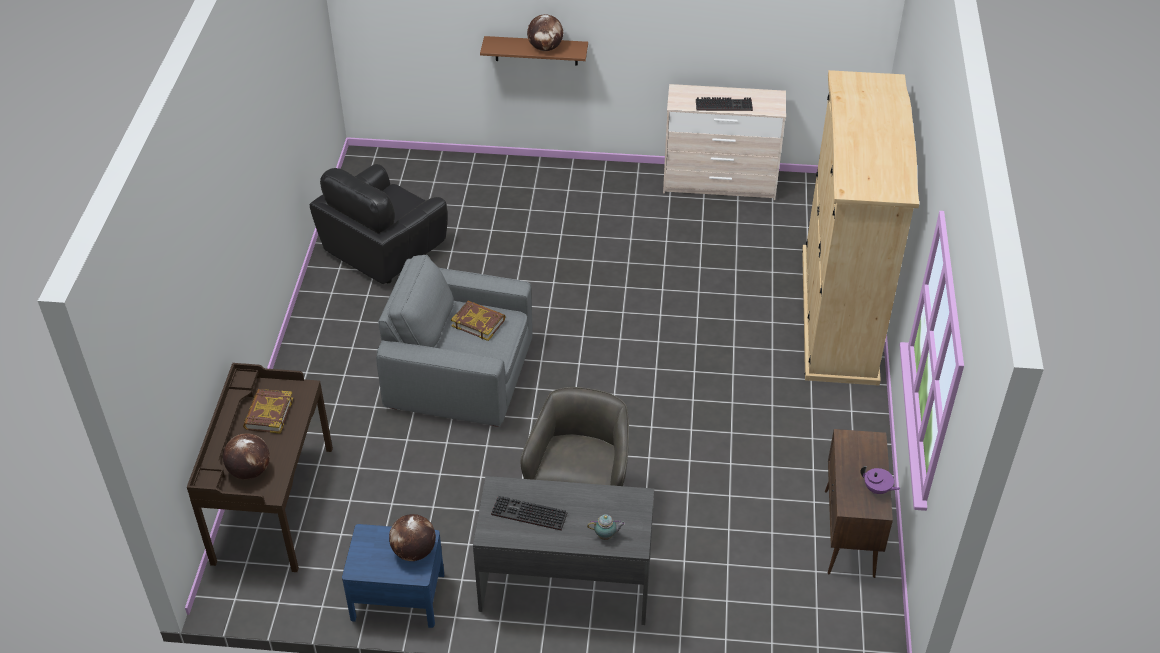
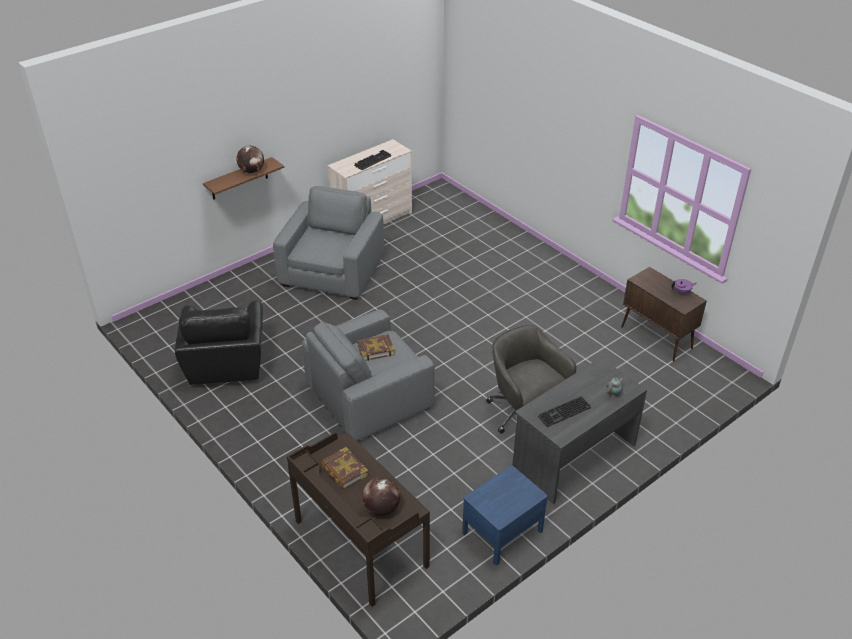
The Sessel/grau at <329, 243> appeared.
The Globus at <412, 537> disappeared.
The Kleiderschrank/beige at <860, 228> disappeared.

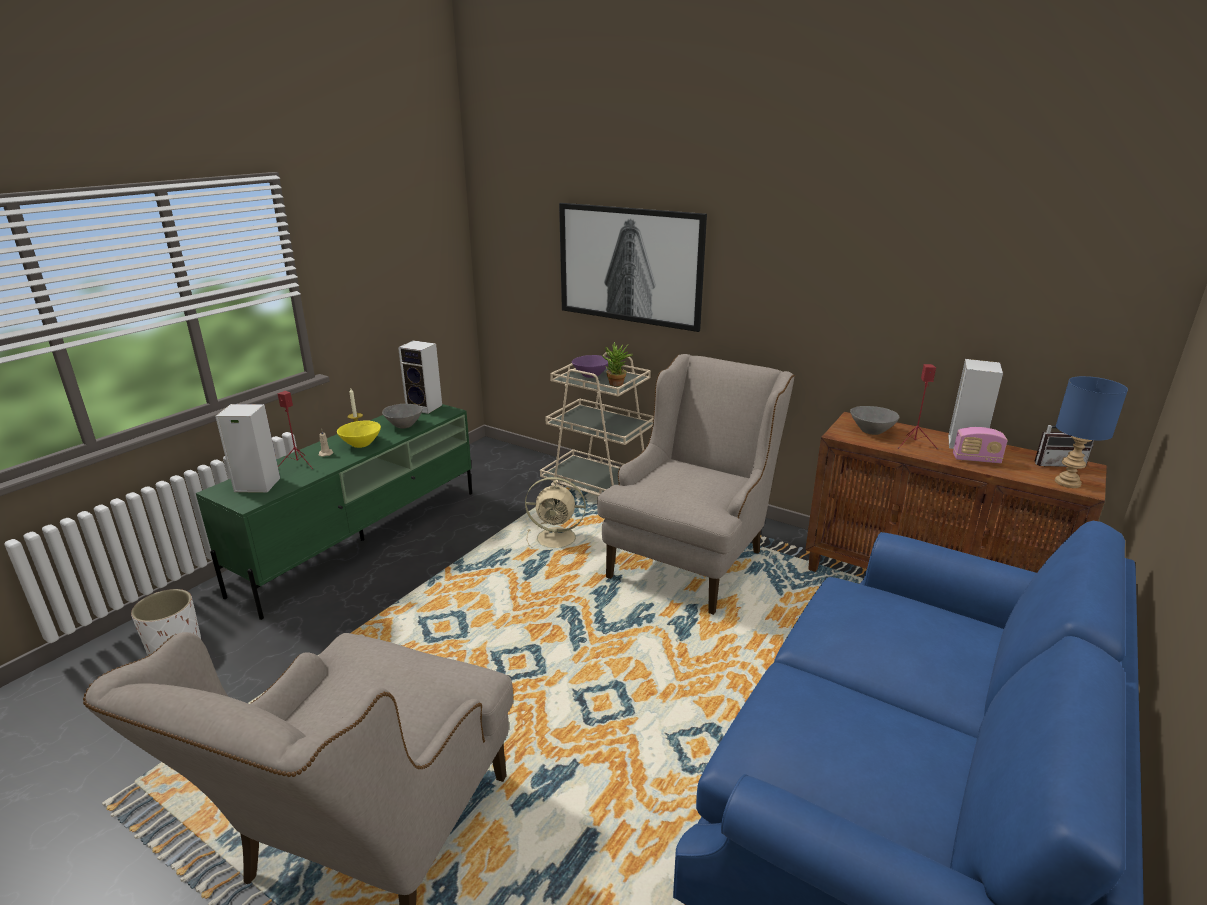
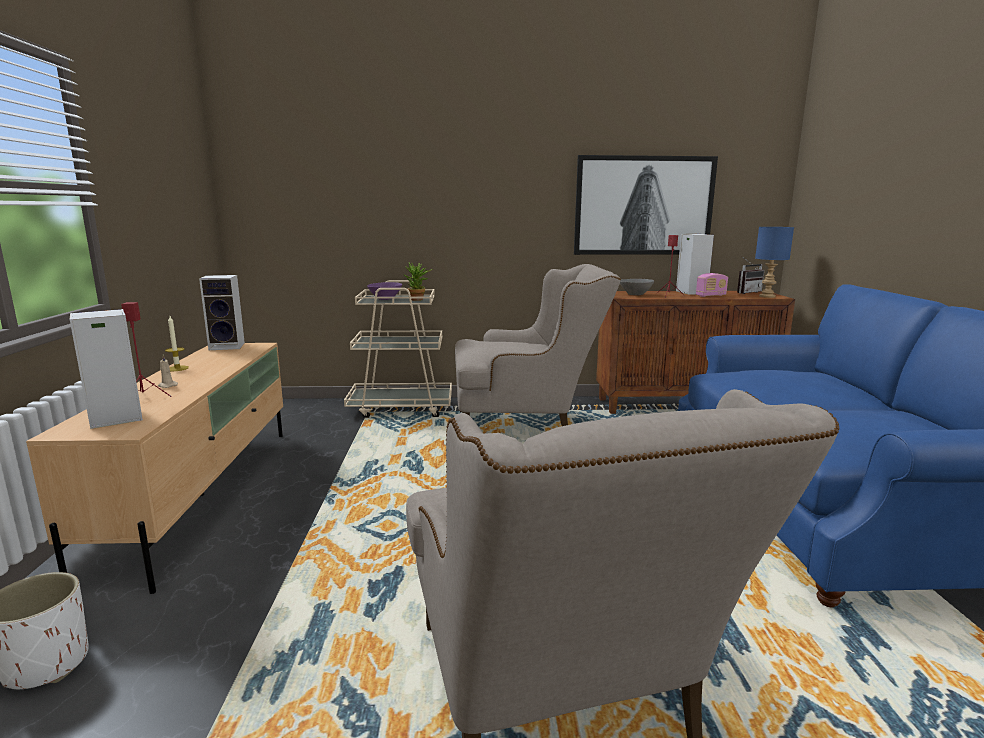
The Fernsehschrank/grün at <334, 512> became the Fernsehschrank/beige at <154, 468>.
The Sessel/beige at <696, 484> turned 90 degrees clockwise.
The Bild moved from <633, 267> to <646, 205>.
The Schüssel/gelb at <359, 434> disappeared.
The Schüssel/grau at <402, 416> disappeared.
The Ventilator/beige at <555, 514> disappeared.

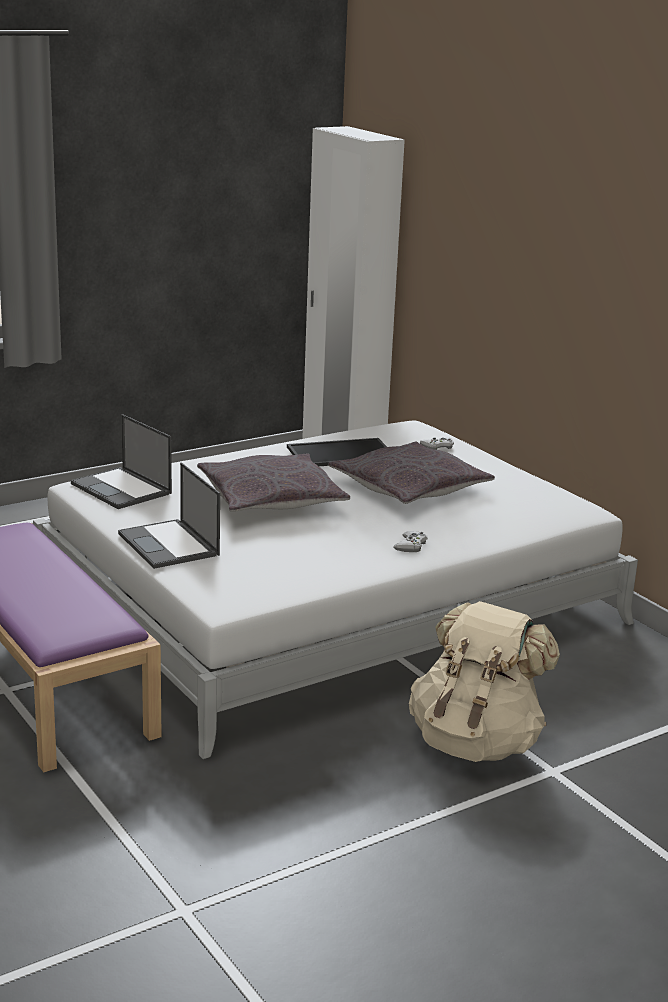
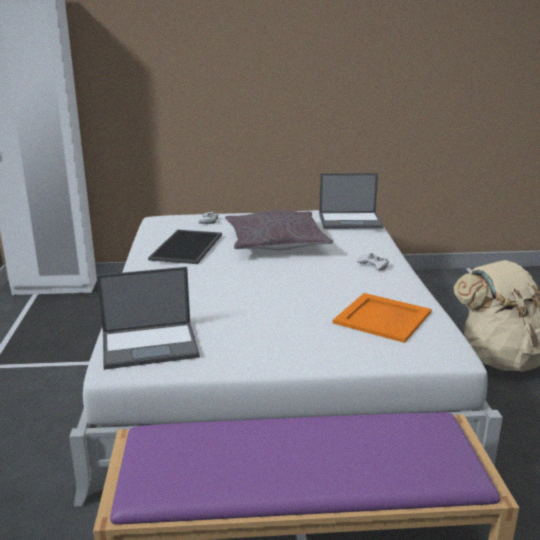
The Laptop moved from <169, 515> to <351, 201>.
The Tablett/orange at <382, 318> appeared.
The Kissen/grau at <273, 482> disappeared.

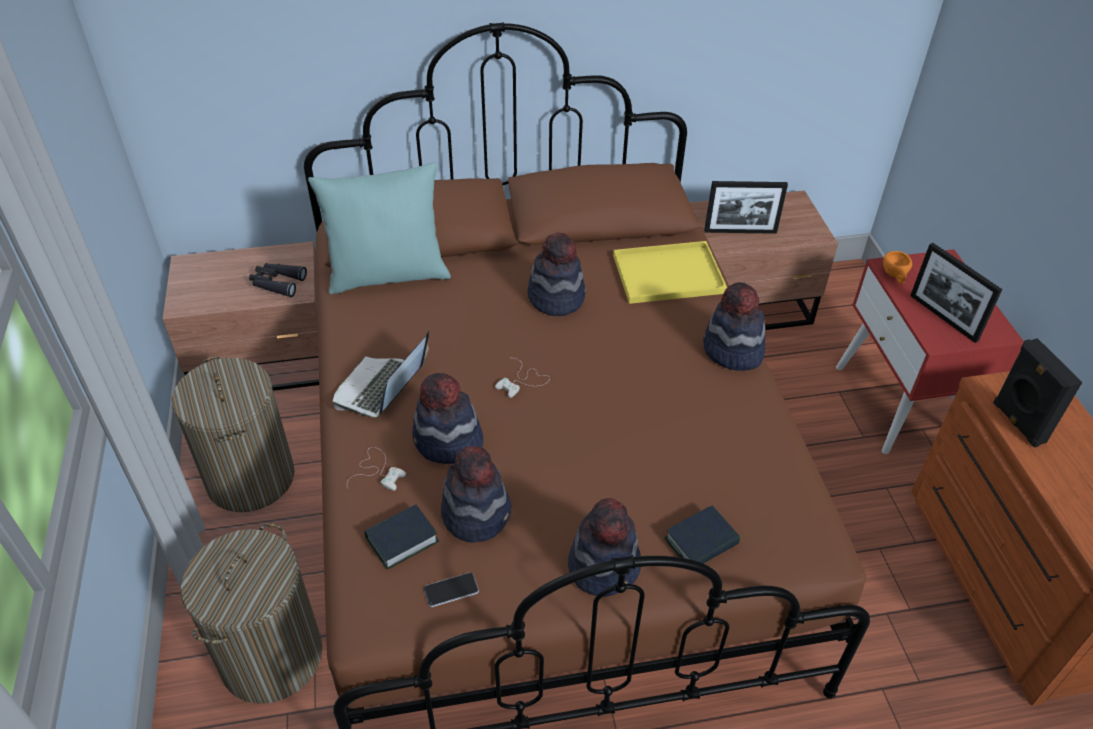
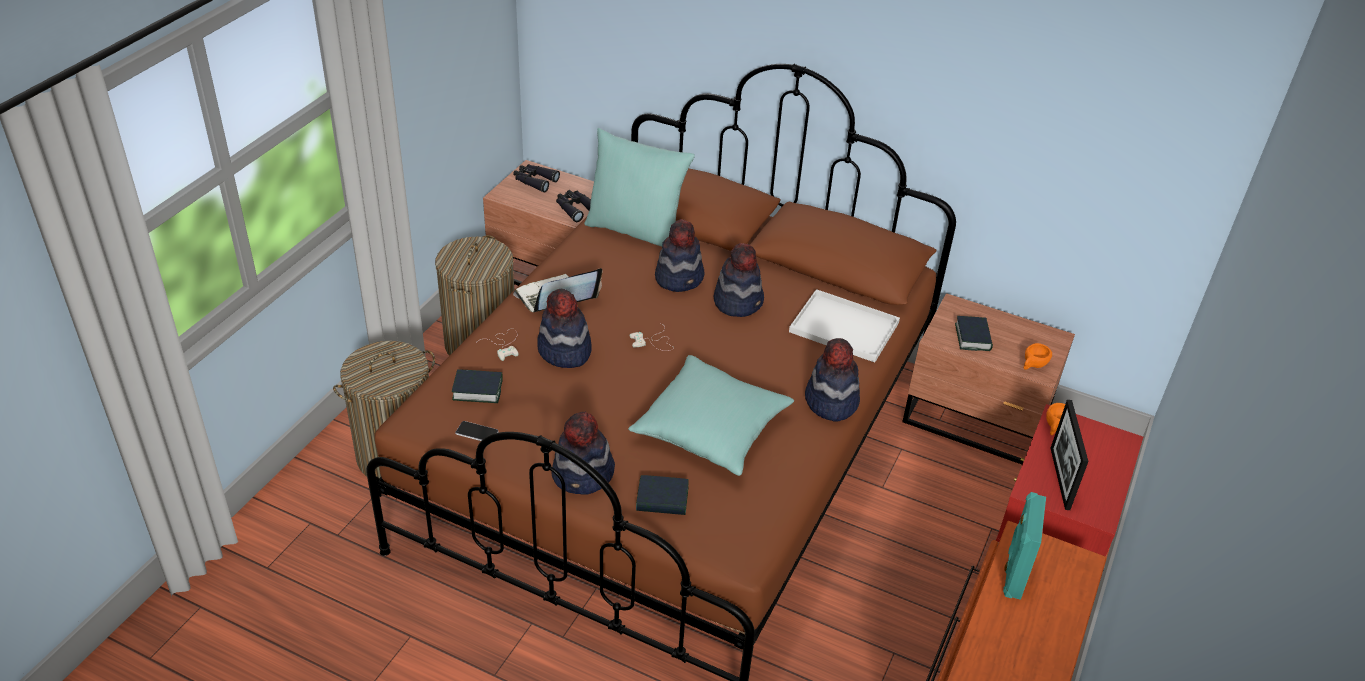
The Fernglas/schwarz at <536, 178> appeared.
The Kissen/türkis at <711, 415> appeared.
The Hut moved from <476, 494> to <680, 255>.
The Tablett/gelb at <670, 272> became the Tablett/weiß at <844, 326>.
The Bilderrahmen at <746, 207> was replaced by the Buch at <974, 333>.
The Lautsprecher/schwarz at <1037, 393> became the Lautsprecher/türkis at <1024, 546>.
The Tasse/orange at <1038, 356> appeared.

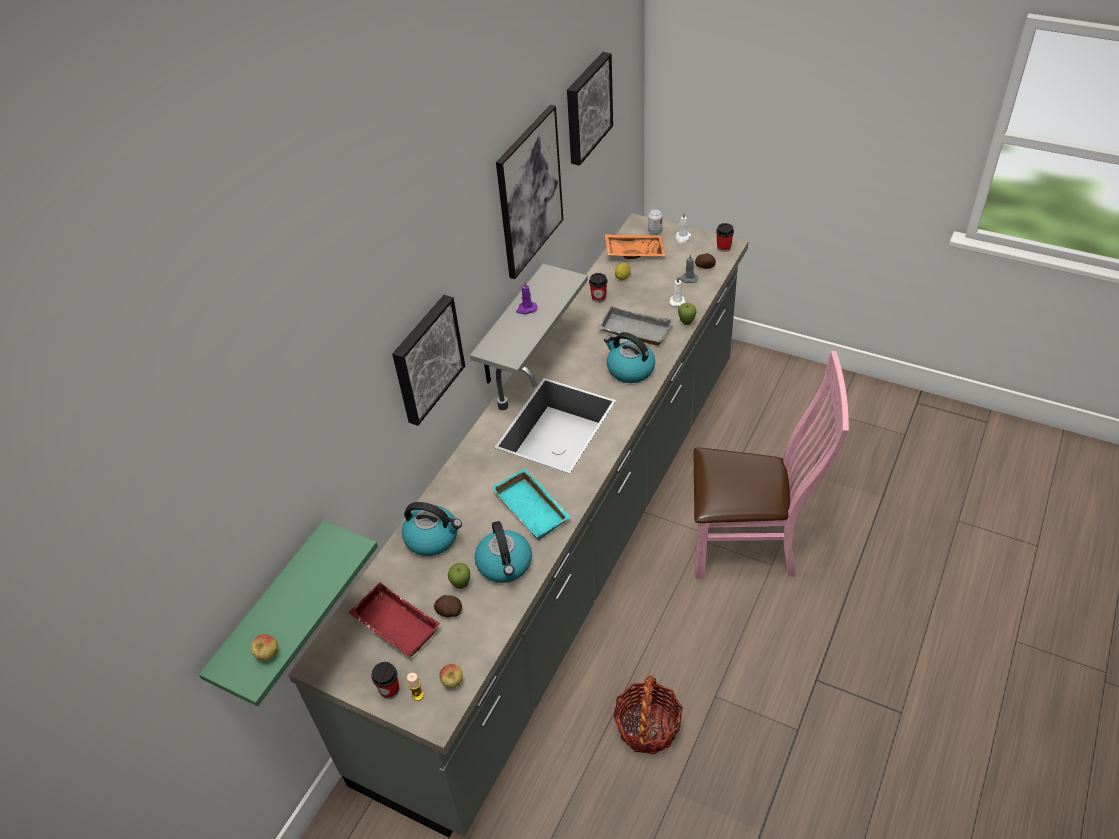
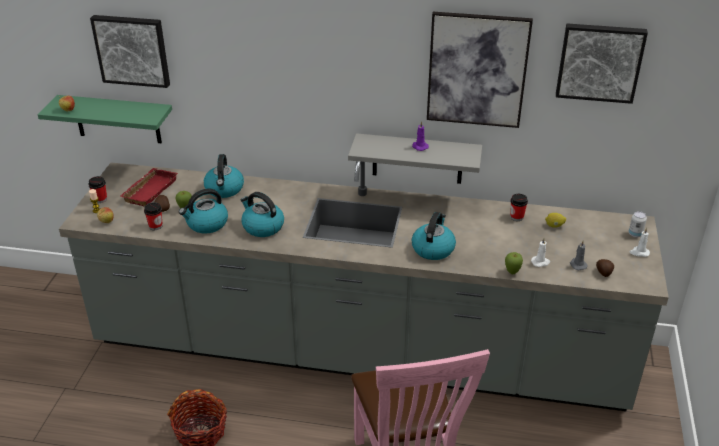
The Bild moved from <428, 360> to <130, 51>.
The Tasse moved from <725, 237> to <153, 216>.
The Tablett/türkis at <531, 504> was replaced by the Wasserkessel at <262, 214>.
The Tablett/grau at <635, 326> disappeared.
The Tablett/orange at <635, 246> disappeared.

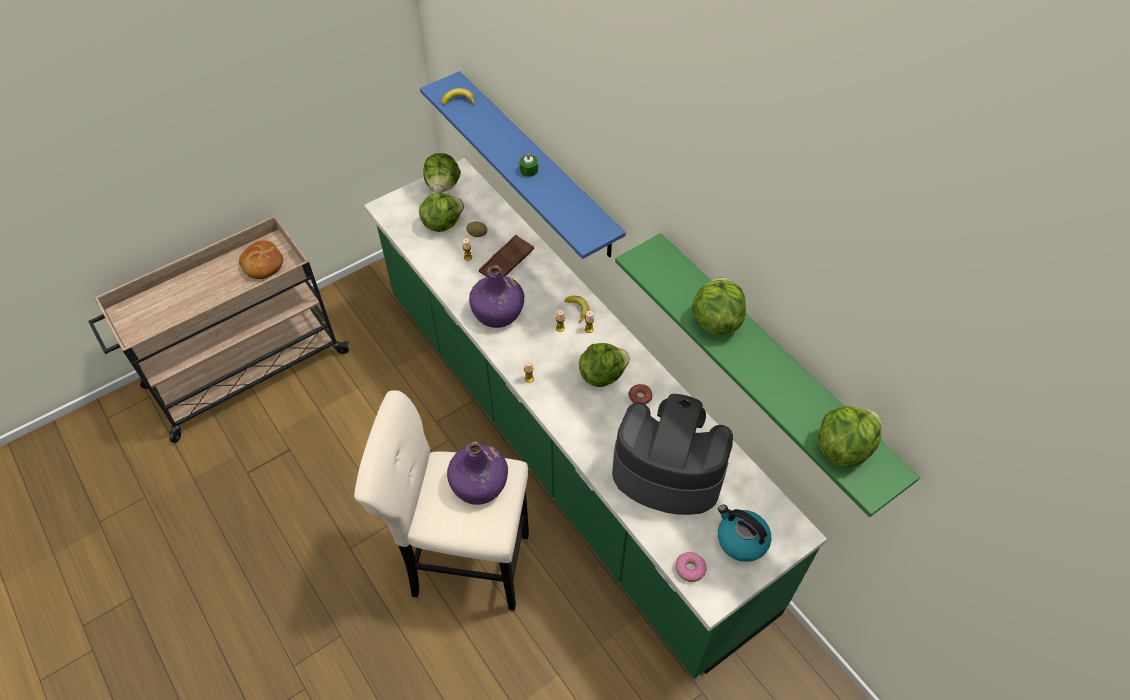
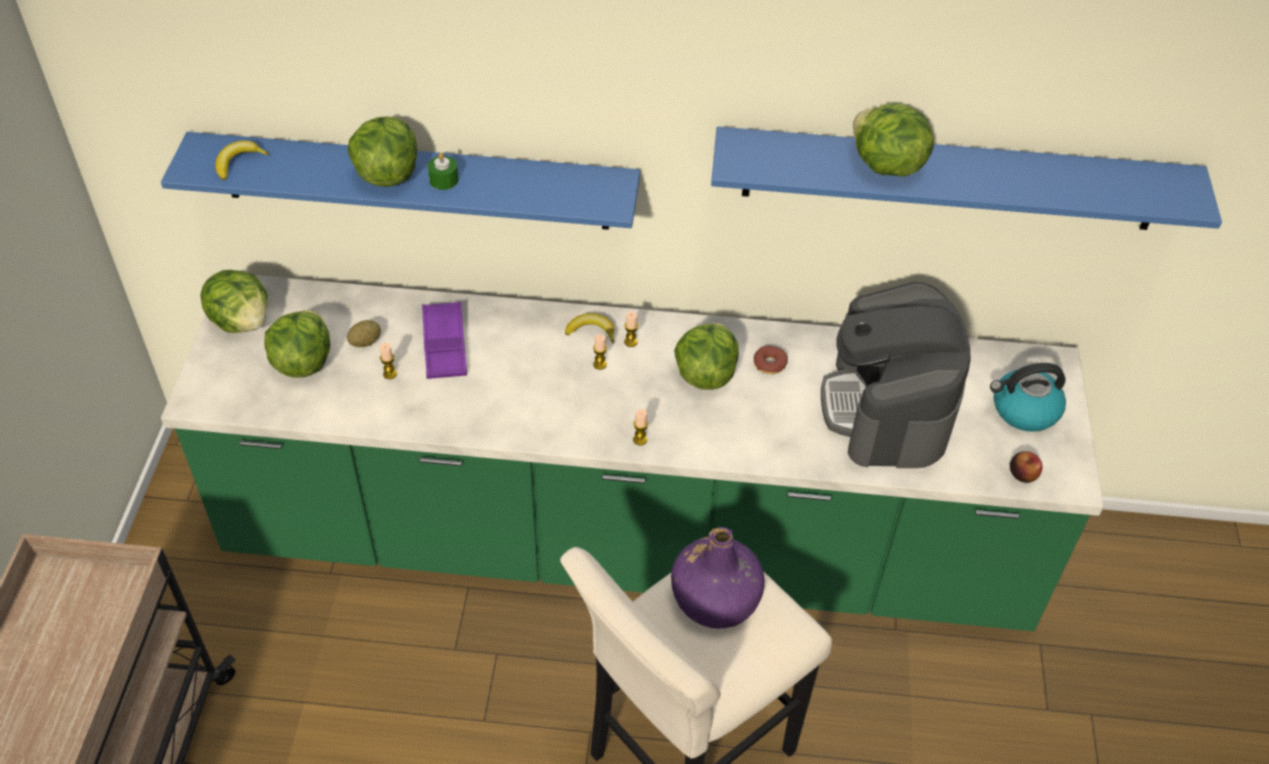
The Salatkopf moved from <850, 436> to <382, 151>.
The Tablett/braun at <506, 256> became the Tablett/lila at <444, 340>.
The Wandregal/grün at <767, 375> became the Wandregal/blau at <966, 178>.
The Kaffeemaschine at <672, 454> turned 60 degrees counterclockwise.
The Donut at <691, 567> was replaced by the Apfel at <1026, 467>.
The Brot at <261, 260> disappeared.
The Flasche/lila at <496, 297> disappeared.

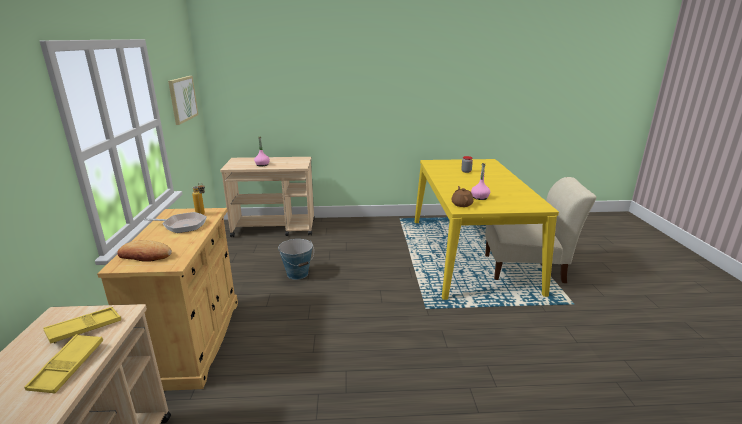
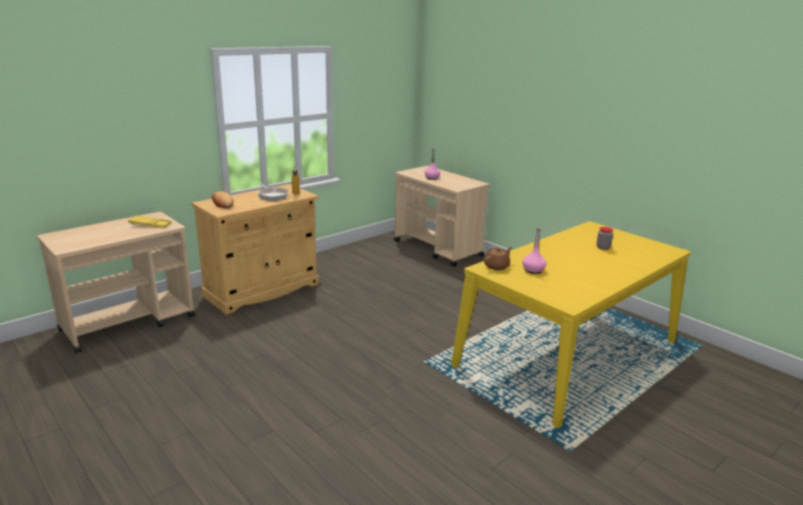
The Tablett/gelb at <63, 364> disappeared.
The Bild at <183, 100> disappeared.
The Eimer at <296, 259> disappeared.
The Stuhl/beige at <540, 230> disappeared.

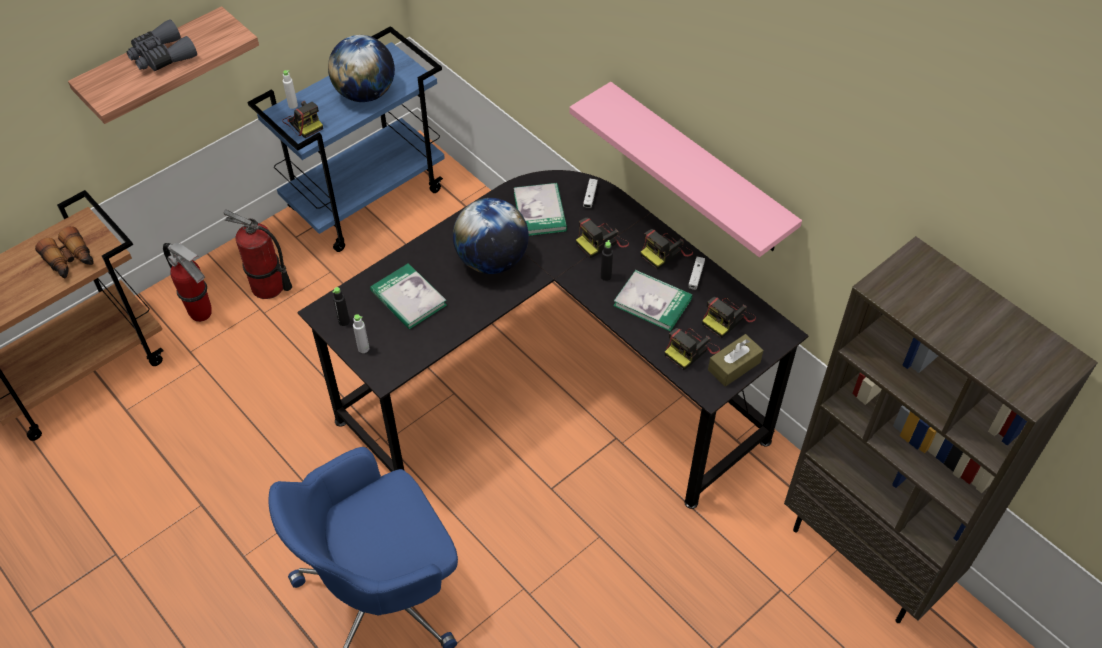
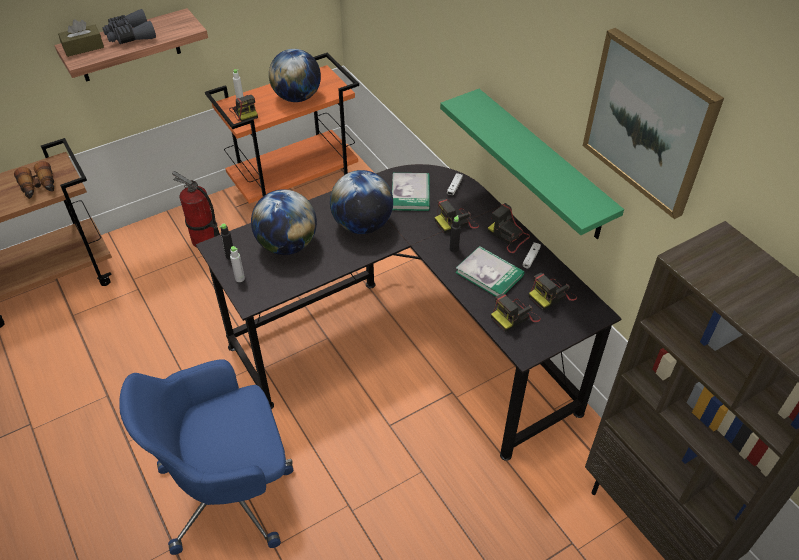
The Taschentuchbox/braun moved from <735, 360> to <81, 38>.
The Rollwagen/blau at <346, 139> became the Rollwagen/orange at <282, 128>.
The Buch at <408, 296> was replaced by the Globus at <284, 222>.
The Wandregal/rosa at <685, 169> became the Wandregal/grün at <532, 164>.
The Kamera at <666, 249> turned 75 degrees clockwise.
The Bild at <653, 123> appeared.
The Feuerlöscher at <187, 282> disappeared.

